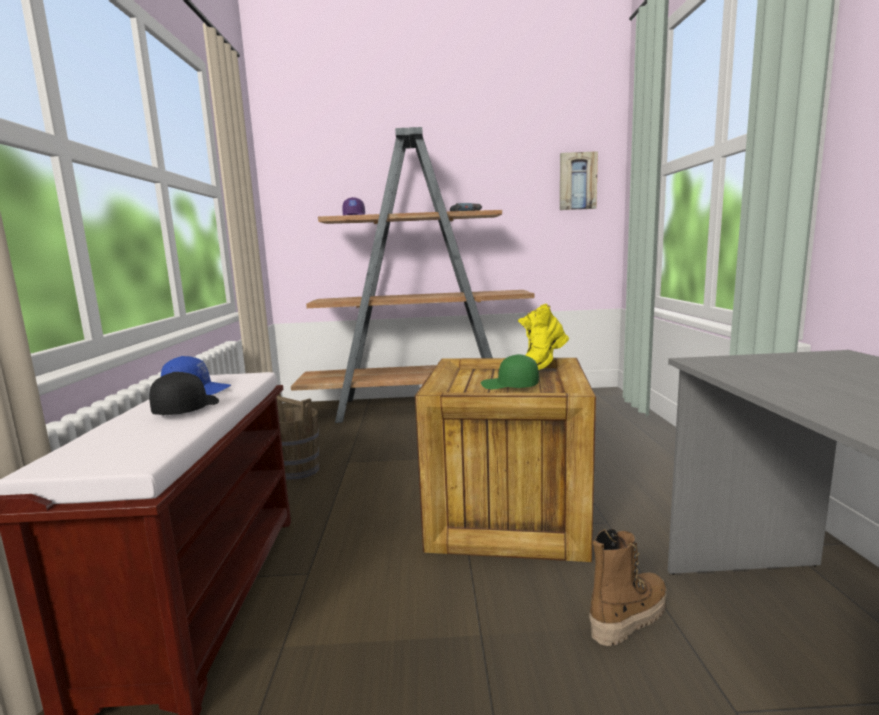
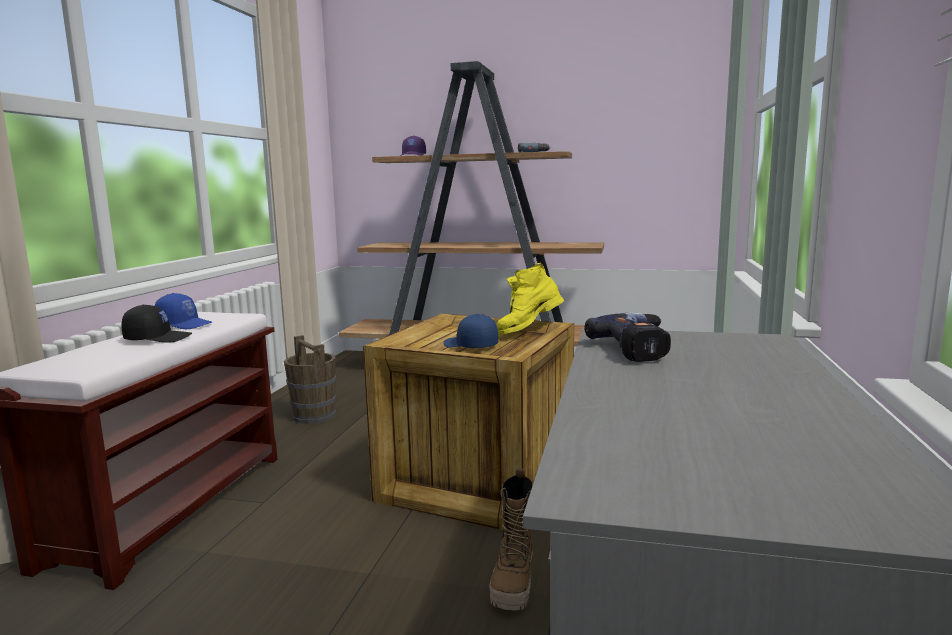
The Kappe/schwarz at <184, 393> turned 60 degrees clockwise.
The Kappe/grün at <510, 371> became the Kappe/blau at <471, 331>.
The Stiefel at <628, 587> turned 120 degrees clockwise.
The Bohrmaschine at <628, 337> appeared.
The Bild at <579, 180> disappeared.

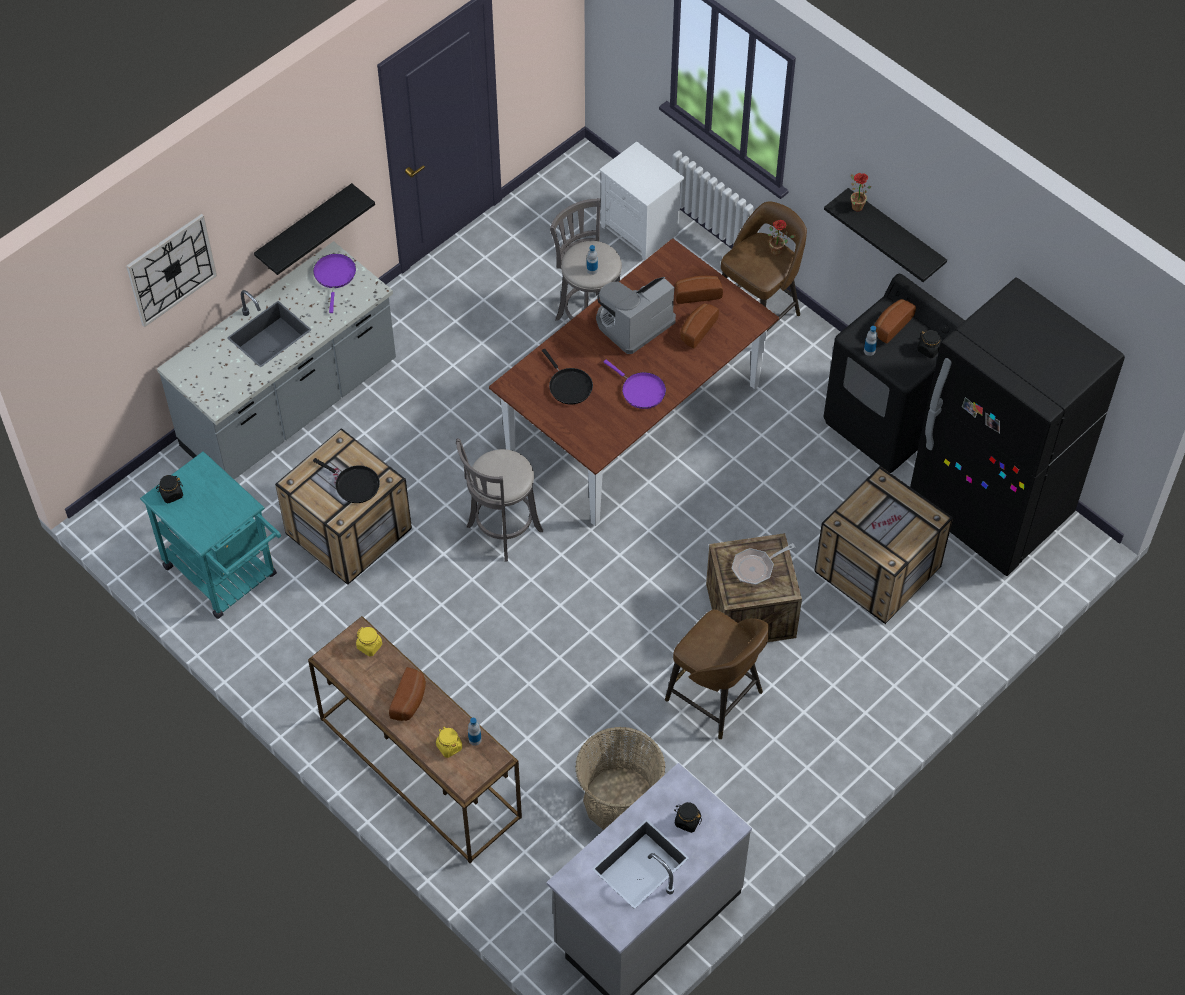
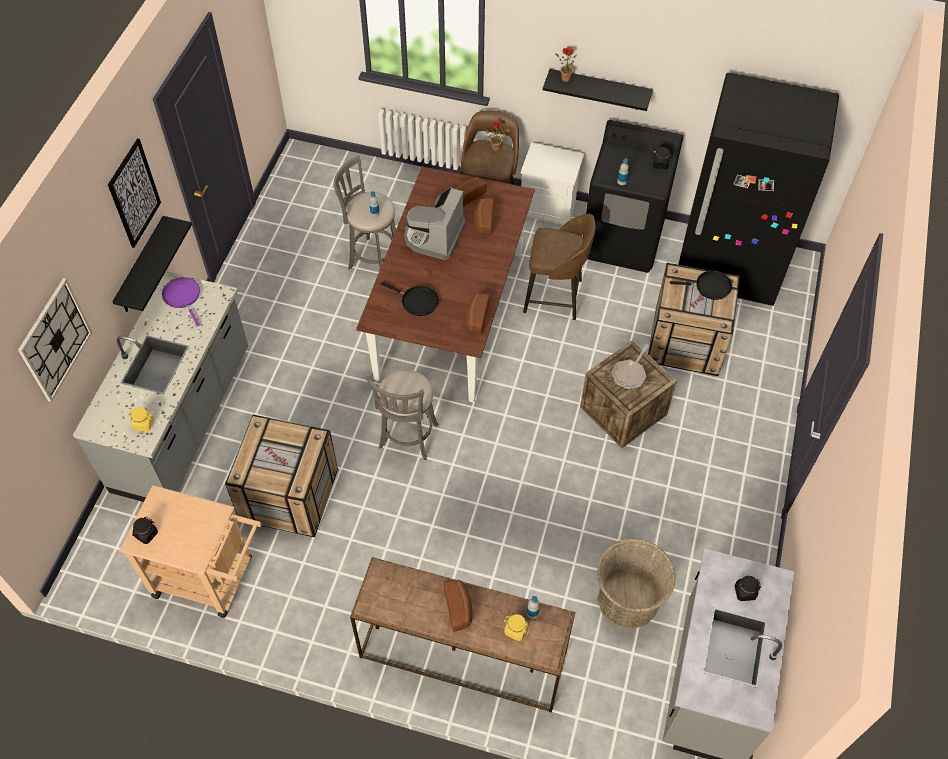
The Bild at <134, 193> appeared.
The Rollwagen/türkis at <210, 535> became the Rollwagen/beige at <190, 551>.
The Vorratsglas/gelb moved from <369, 641> to <141, 419>.
The Brot moved from <895, 321> to <477, 313>.
The Nachttisch/weiß moved from <642, 201> to <552, 183>.
The Hocker/braun moved from <717, 674> to <559, 267>.
The Pfanne/schwarz moved from <346, 480> to <701, 285>.
The Pfanne/lila at <635, 384> disappeared.

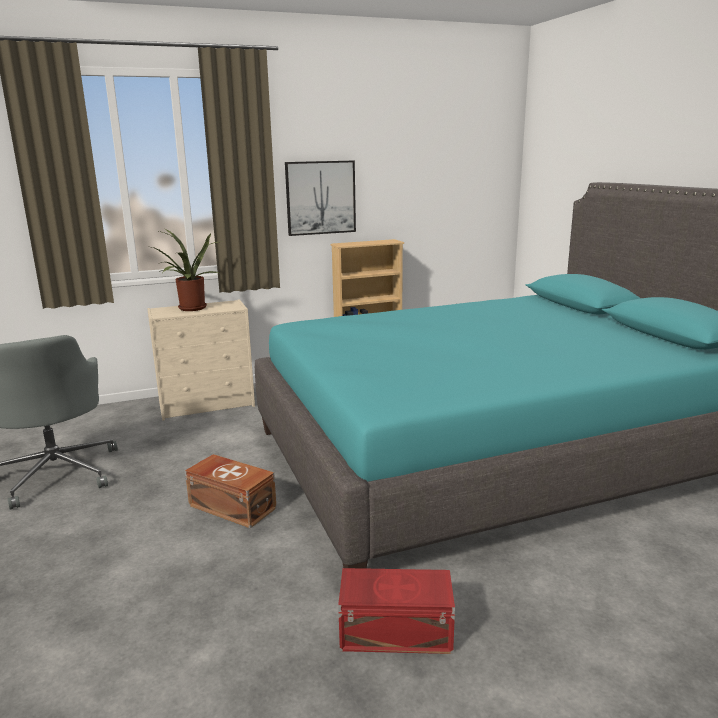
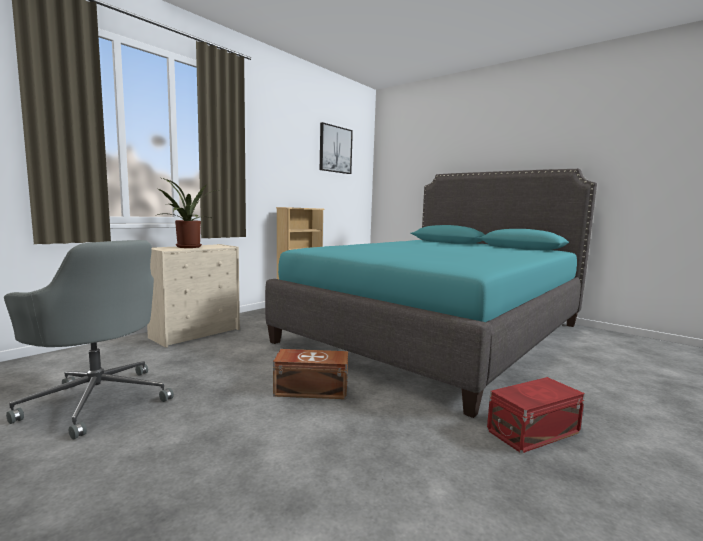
The Bild moved from <320, 198> to <336, 148>.

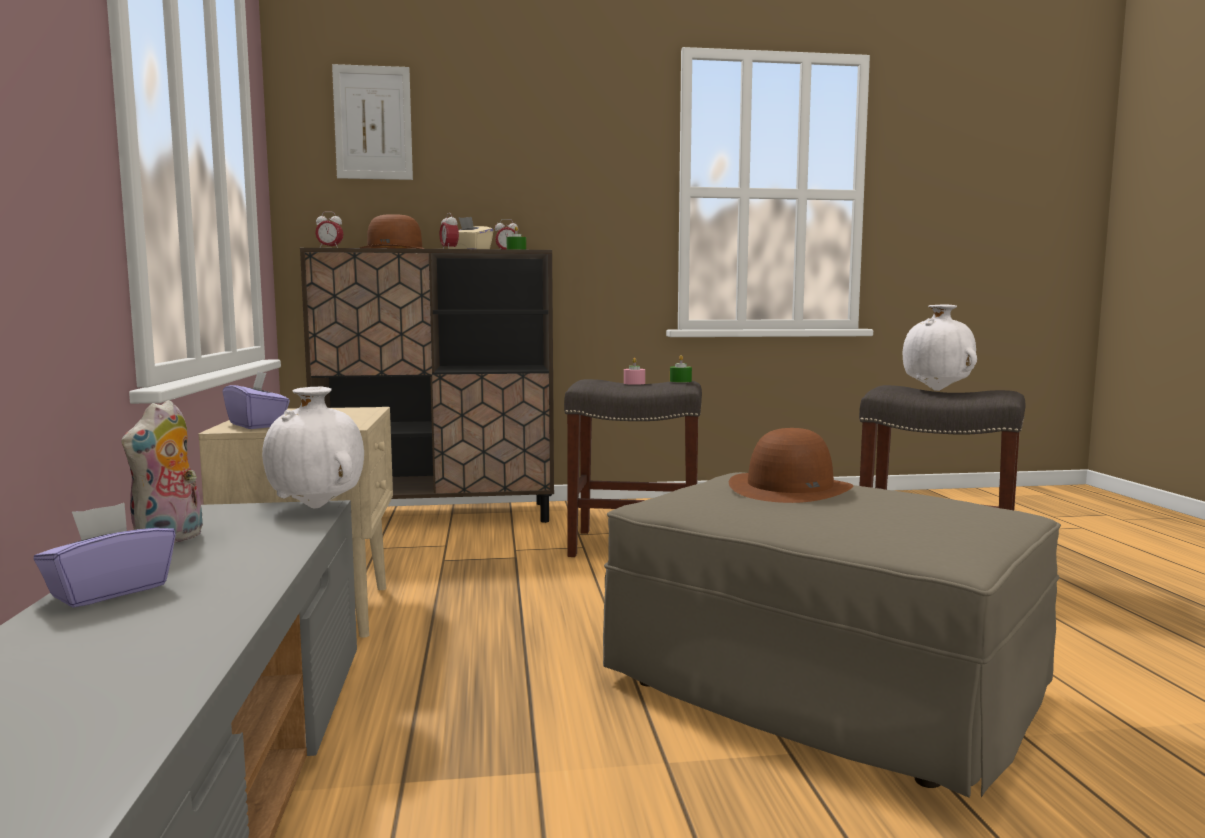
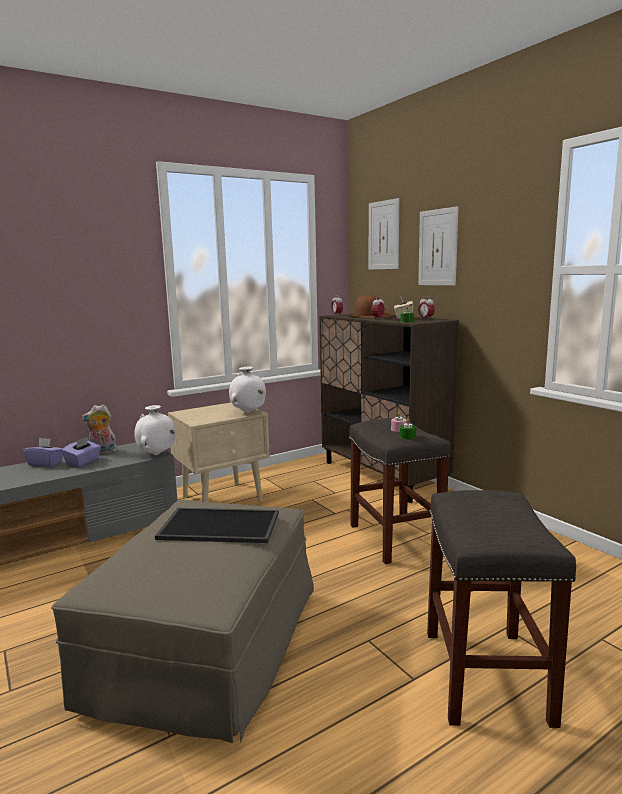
The Taschentuchbox/lila moved from <256, 400> to <81, 451>.
The Hut/braun at <791, 465> was replaced by the Tablett at <217, 525>.
The Vase/weiß moved from <940, 348> to <247, 390>.
The Bild at <438, 246> appeared.

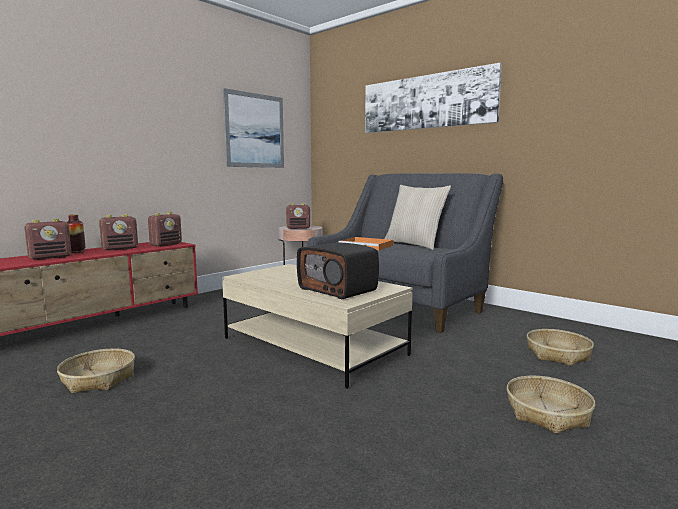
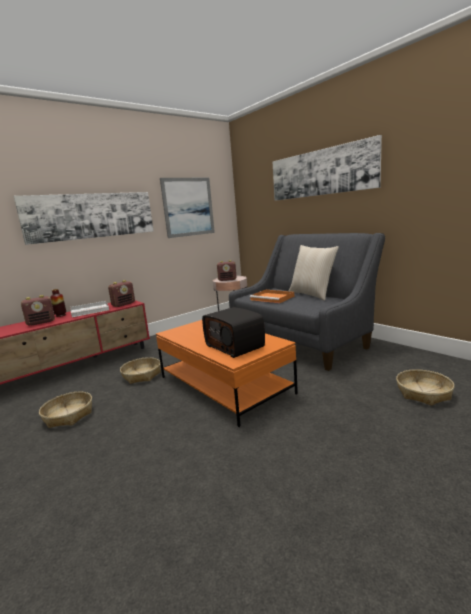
The Bild at <83, 218> appeared.
The Radio at <118, 232> was replaced by the Tablett/weiß at <89, 309>.
The Korb moved from <550, 405> to <140, 370>.
The Couchtisch/beige at <317, 326> became the Couchtisch/orange at <227, 373>.

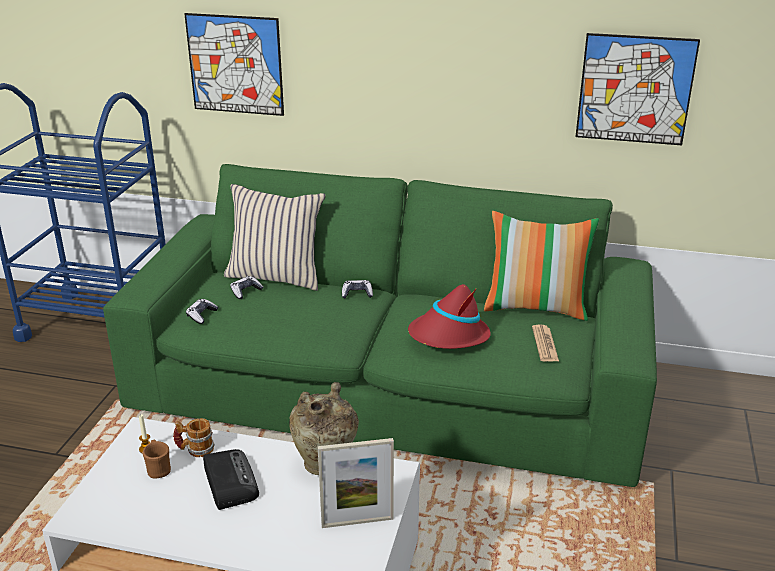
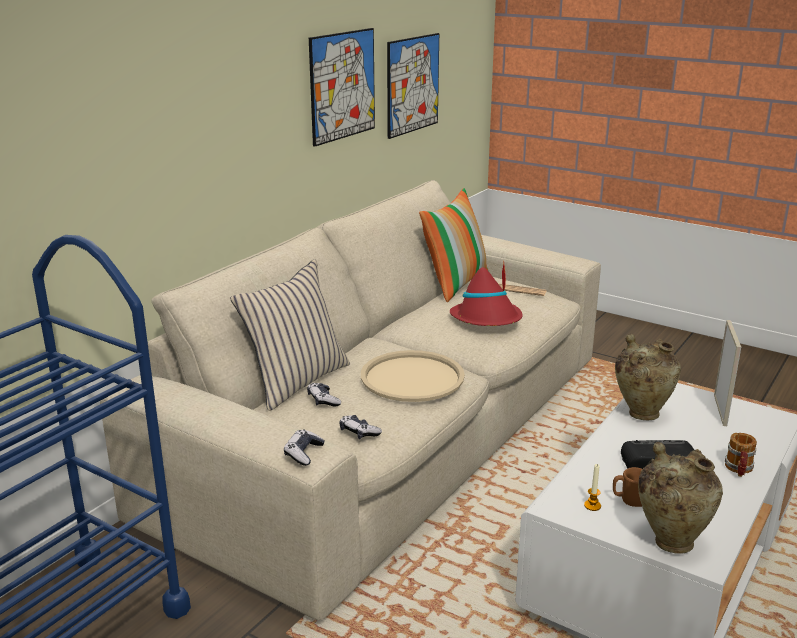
The Sofa/grün at <380, 325> became the Sofa/beige at <350, 400>.
The Gamepad moved from <357, 289> to <304, 447>.
The Bild moved from <234, 64> to <342, 87>.
The Tablett/beige at <413, 376> appeared.
The Vase/beige at <680, 498> appeared.
The Henkelbecher moved from <194, 437> to <741, 455>.

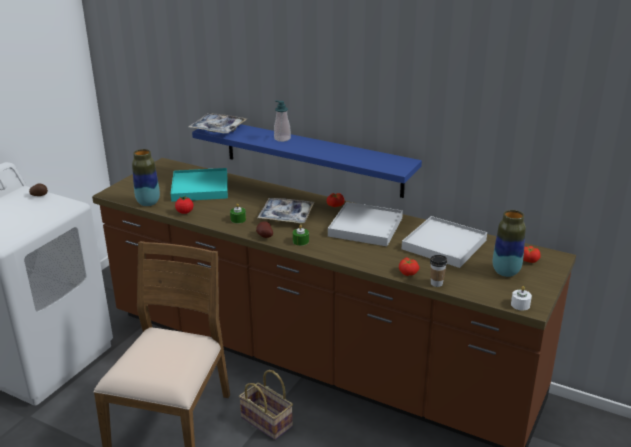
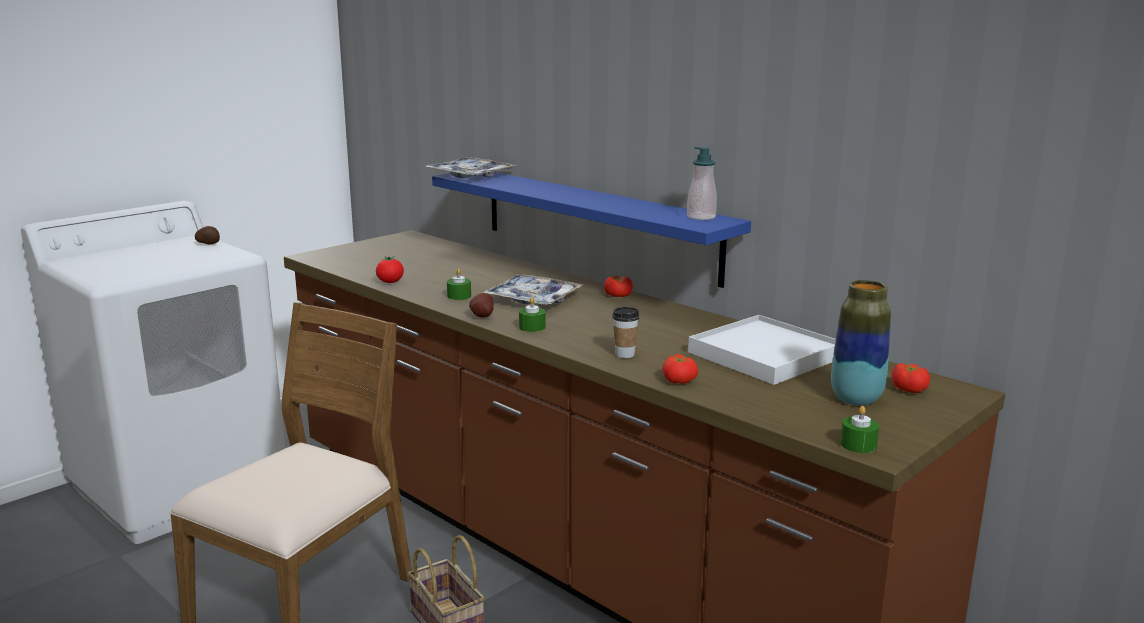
The Tasse moved from <438, 271> to <625, 332>.
The Seifenspender moved from <282, 121> to <702, 183>.
The Kerze/weiß at <521, 298> became the Kerze/grün at <859, 429>.
The Vase at <146, 177> disappeared.
The Tablett/türkis at <199, 185> disappeared.
The Tablett/weiß at <365, 224> disappeared.

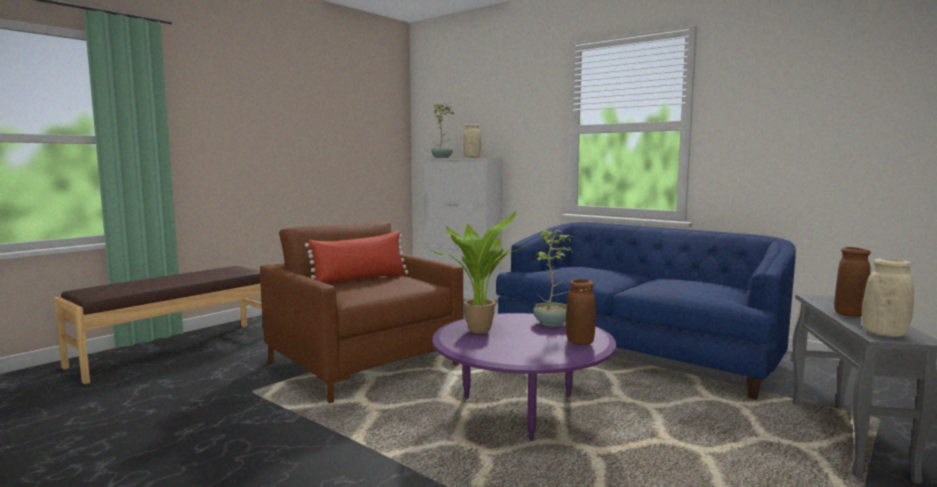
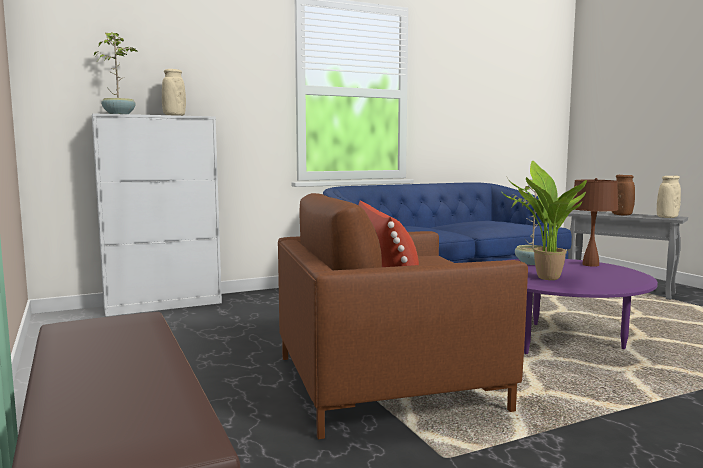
The Vase/braun at <581, 312> was replaced by the Tischlampe/braun at <595, 222>.

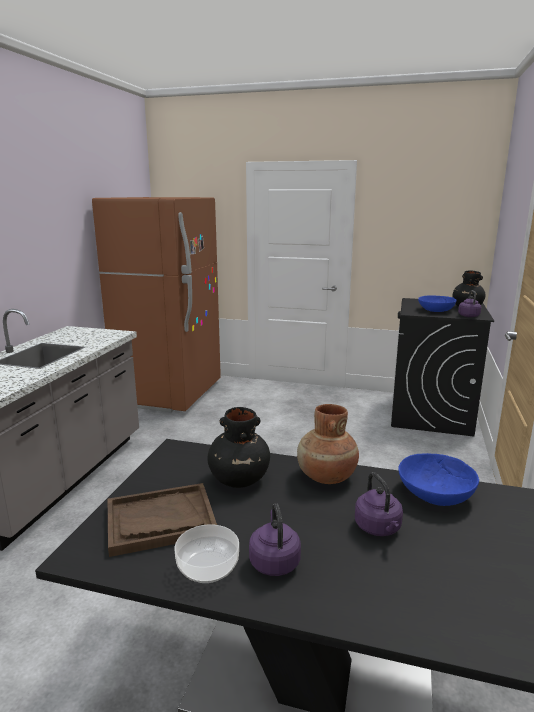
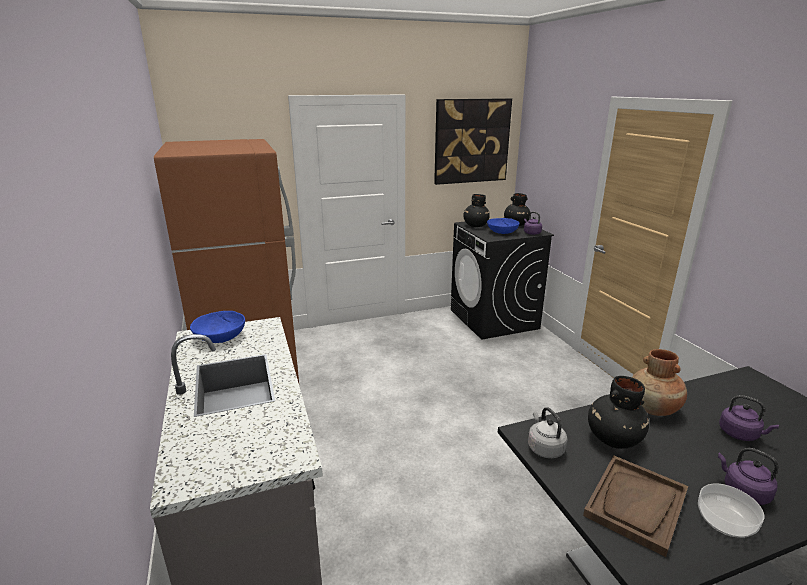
The Schüssel/blau moved from <438, 479> to <217, 327>.
The Bild at <473, 141> appeared.
The Vase/schwarz at <476, 210> appeared.
The Wasserkessel/grau at <548, 432> appeared.

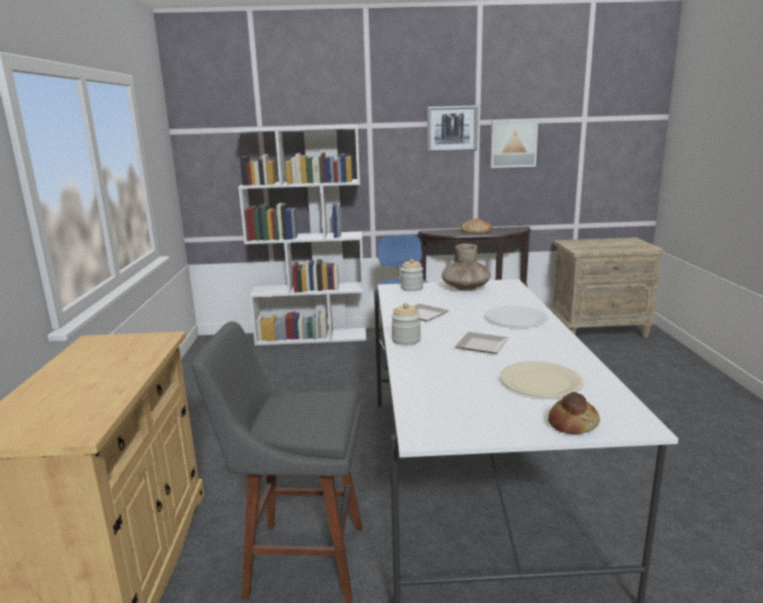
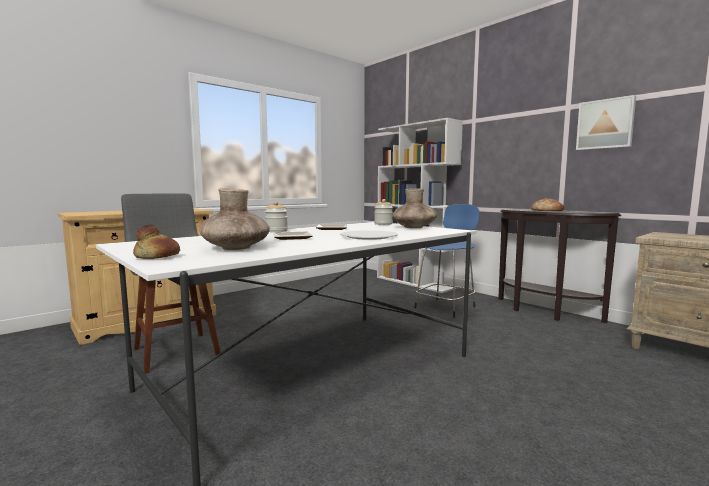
The Teller/beige at <541, 379> was replaced by the Vase/braun at <235, 219>.
The Bild at <452, 128> disappeared.

